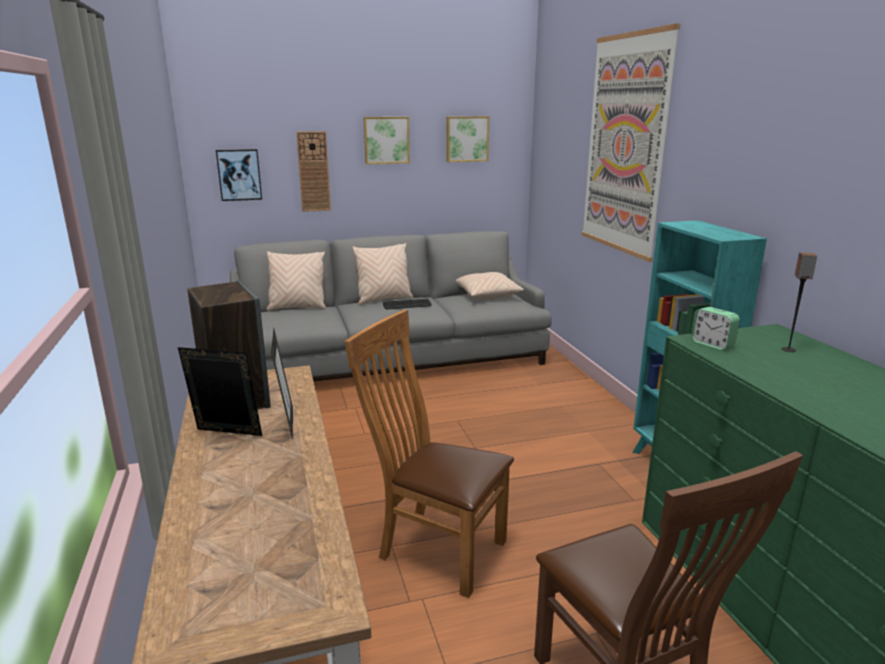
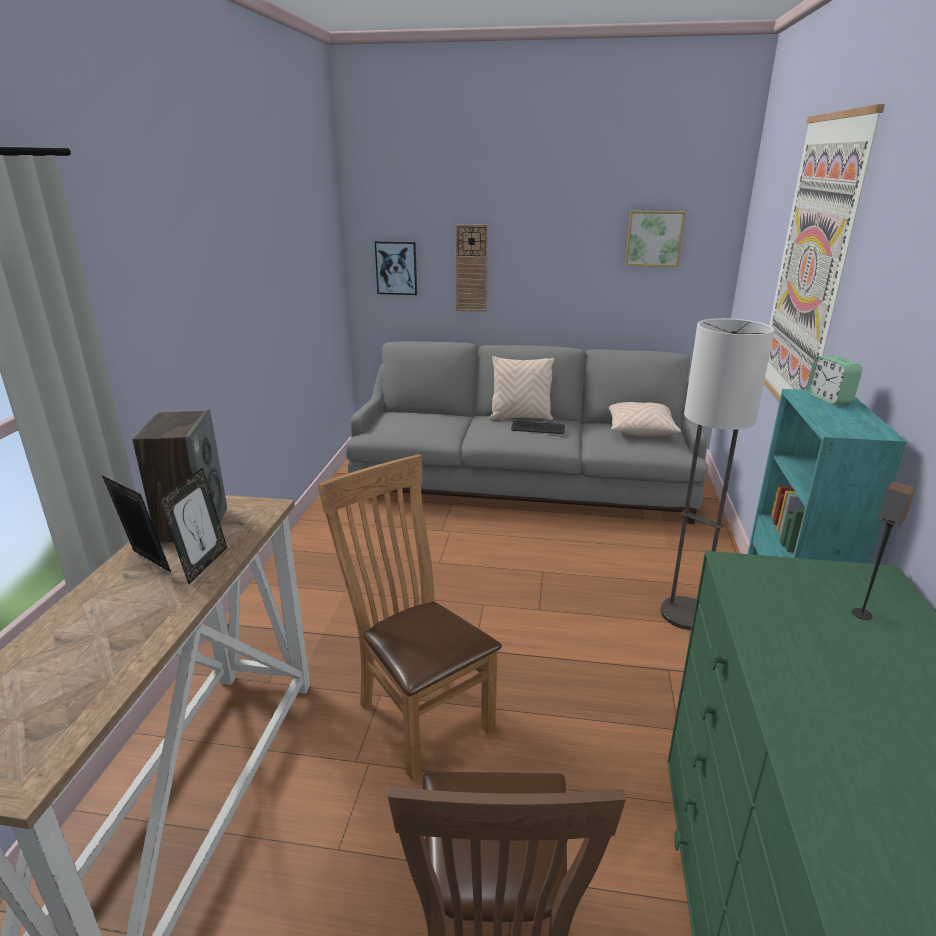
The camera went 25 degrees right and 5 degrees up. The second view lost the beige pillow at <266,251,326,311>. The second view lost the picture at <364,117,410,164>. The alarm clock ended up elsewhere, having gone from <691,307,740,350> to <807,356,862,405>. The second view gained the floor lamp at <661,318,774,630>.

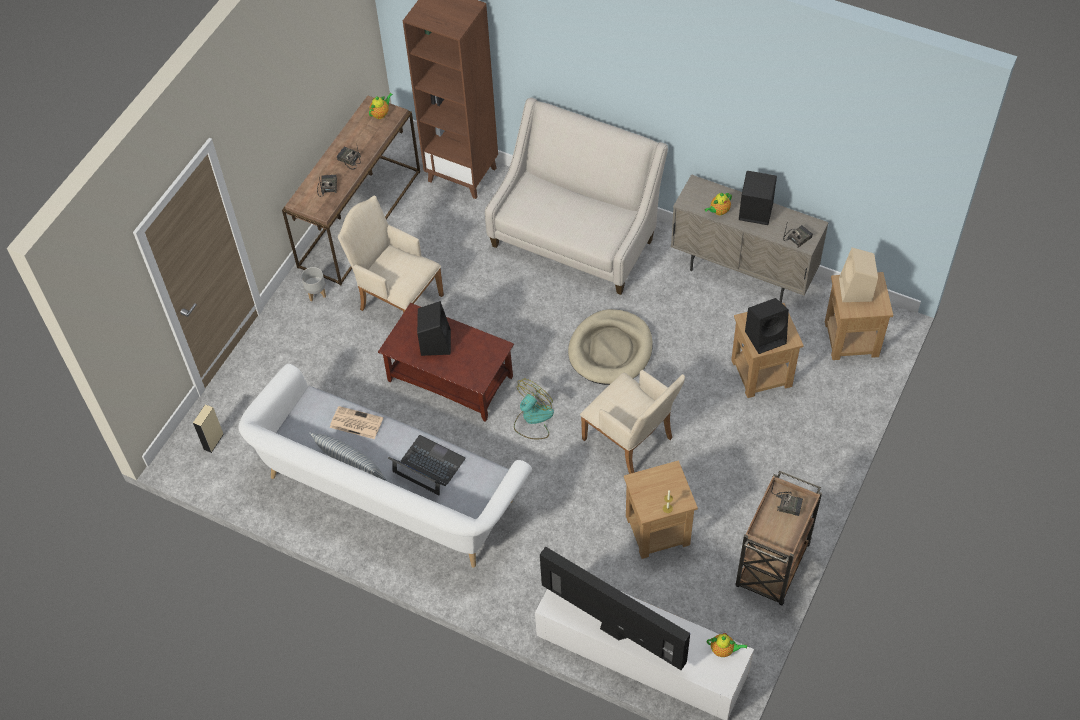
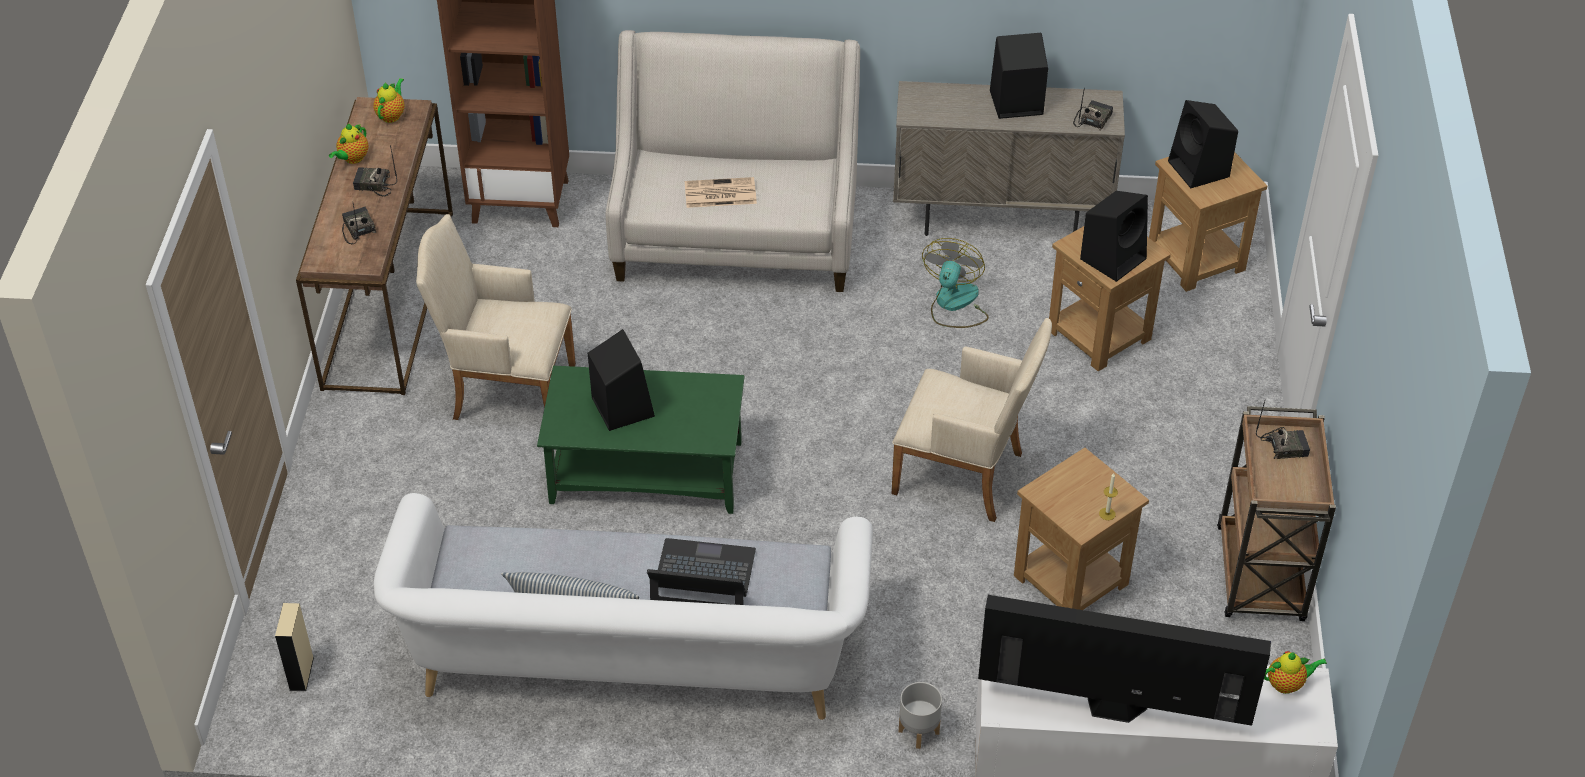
The camera went 25 degrees left and 10 degrees down. The grey planter ended up elsewhere, having gone from <301,267,326,301> to <899,682,942,749>. The newspaper ended up elsewhere, having gone from <330,406,383,439> to <685,177,757,208>. What was the brown coffee table at <378,303,514,422> turned into the green coffee table at <537,366,745,514>. The fan ended up elsewhere, having gone from <514,379,554,439> to <922,238,989,328>. The second view lost the beige dog bed at <568,309,653,385>. The teapot ended up elsewhere, having gone from <705,193,732,215> to <329,124,368,164>. What was the beige speaker at <839,248,878,302> turned into the black speaker at <1168,100,1238,188>.

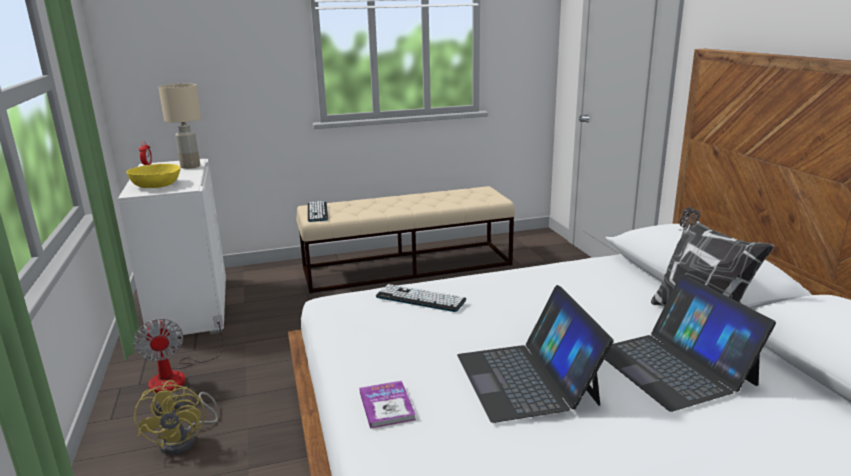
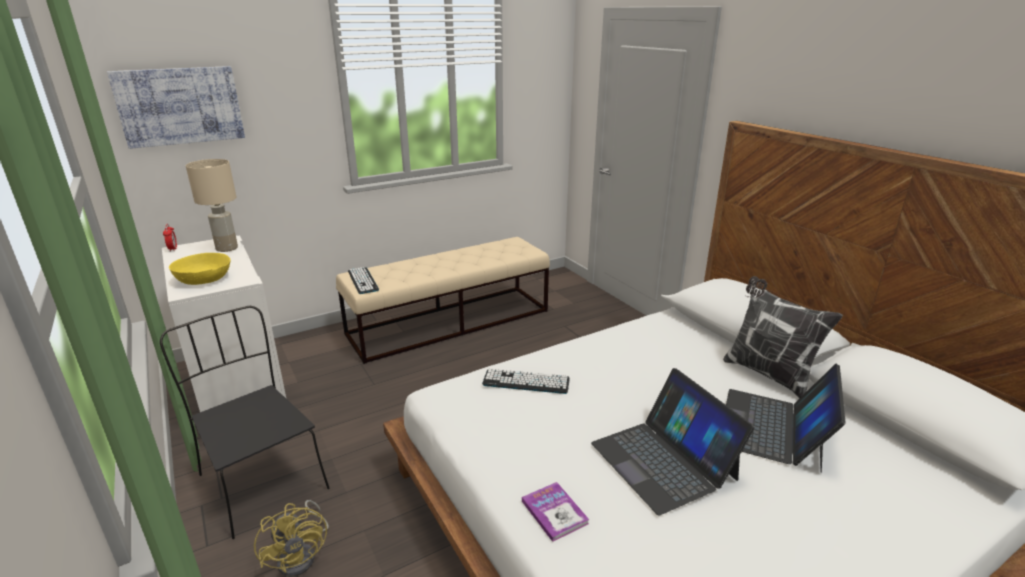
The camera went 15 degrees left and 5 degrees up. Where the fan stood at <133,315,223,393>, the black chair came to stand at <160,306,330,539>. The laptop at <605,274,776,412> ended up facing another way, 60 degrees clockwise from before. The second view gained the picture at <107,66,245,149>.

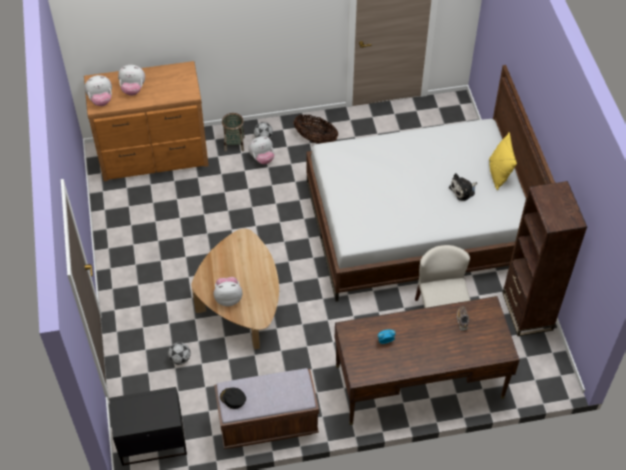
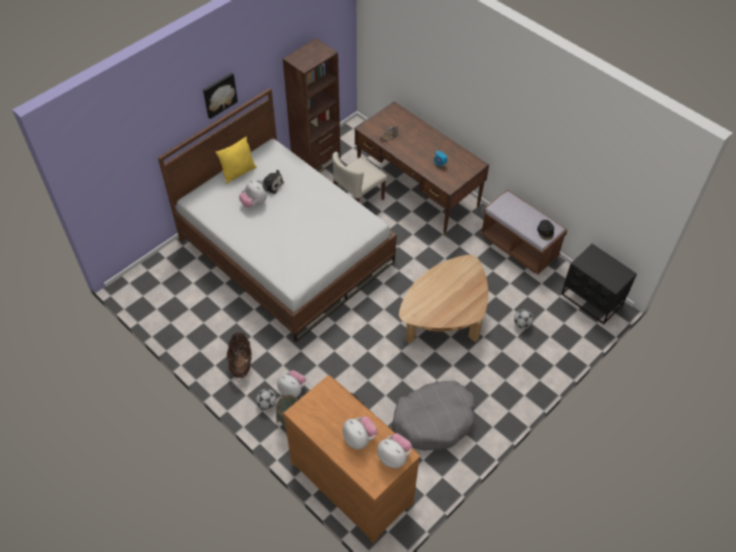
The camera went 125 degrees left and 0 degrees up. The plush toy ended up elsewhere, having gone from <214,277,242,306> to <239,180,267,207>. The second view gained the picture at <203,73,238,119>. The second view gained the grey dog bed at <392,381,475,450>.

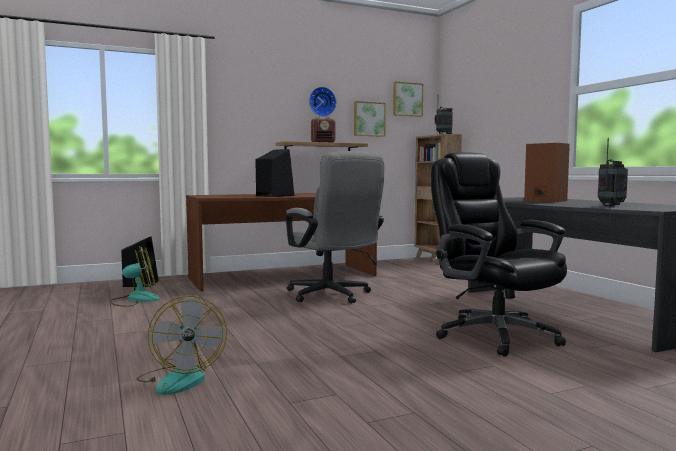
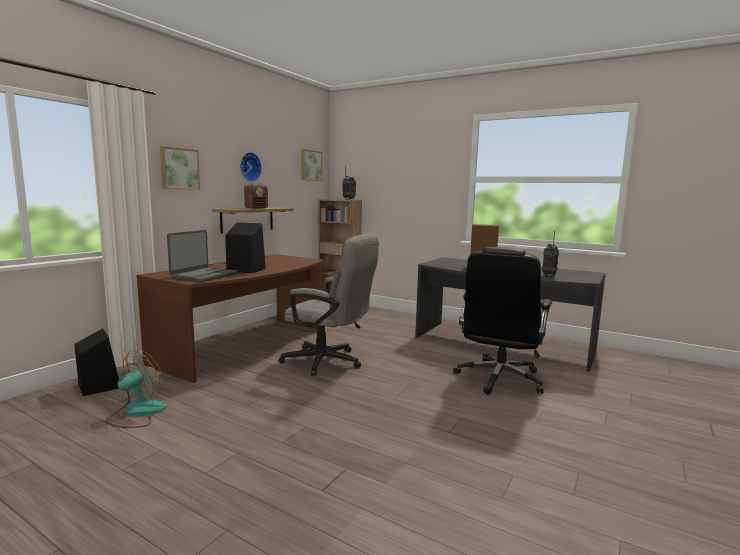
The camera went 35 degrees left and 5 degrees up. The second view lost the fan at <137,296,227,395>. The picture ended up elsewhere, having gone from <354,101,386,137> to <160,146,200,190>. The black office chair at <431,152,567,357> ended up facing another way, 90 degrees counterclockwise from before. The second view gained the laptop at <167,230,239,282>.

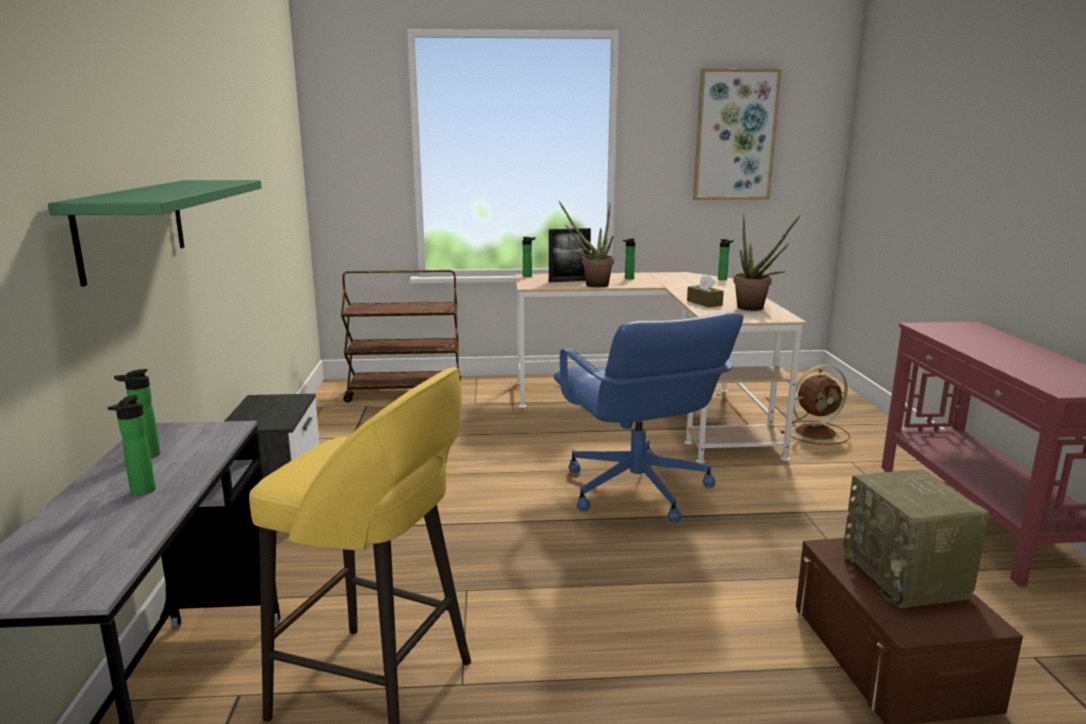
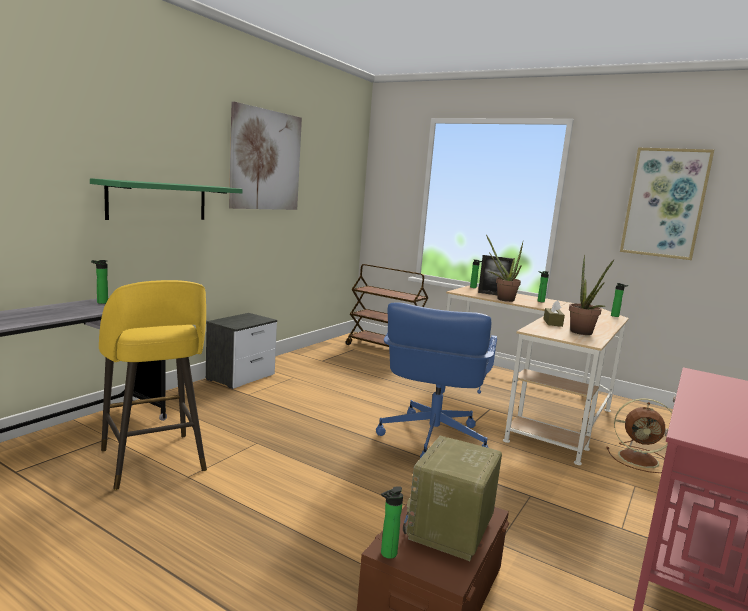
The camera went 35 degrees right and 5 degrees down. The bottle ended up elsewhere, having gone from <107,395,156,495> to <381,487,403,559>. The second view gained the picture at <229,101,302,210>.

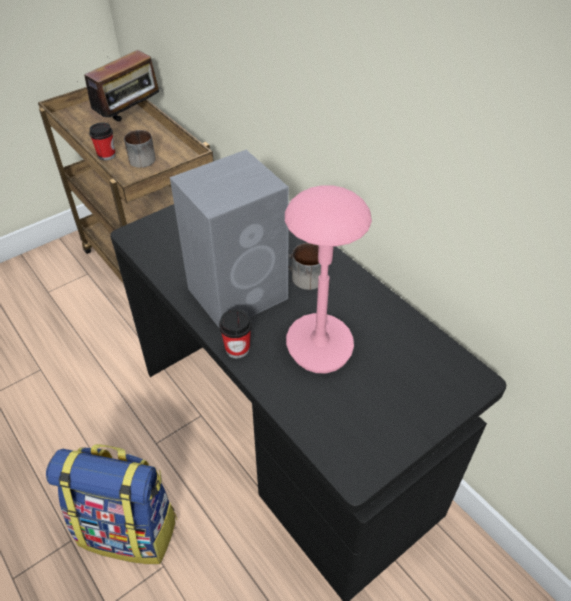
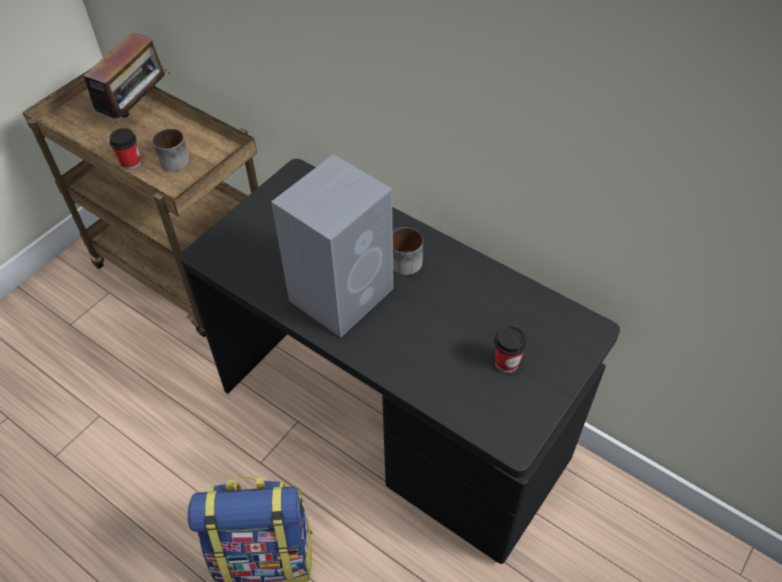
The camera went 15 degrees left and 5 degrees up. The cup ended up elsewhere, having gone from <219,309,252,358> to <494,325,528,373>. The second view lost the pink table lamp at <285,185,372,373>.

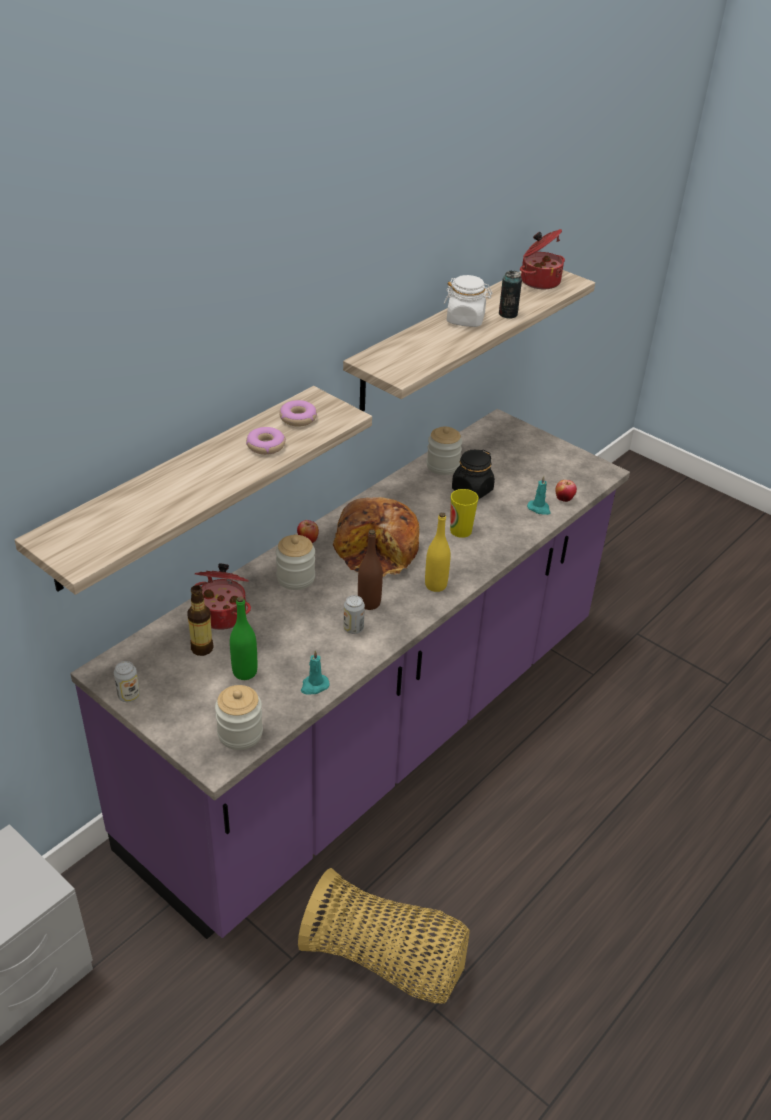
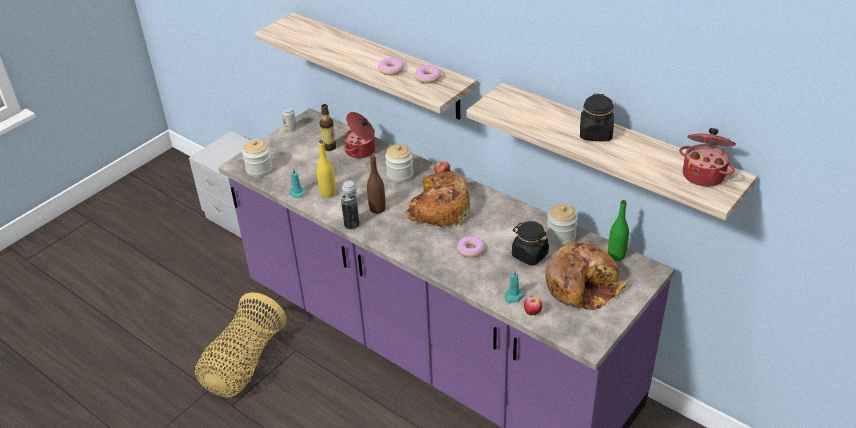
The camera went 90 degrees right and 0 degrees up. The green bottle ended up elsewhere, having gone from <230,596,257,680> to <608,200,629,261>. The yellow bottle ended up elsewhere, having gone from <425,513,451,592> to <317,140,336,198>. What was the white jar at <444,275,492,327> turned into the black jar at <580,94,614,141>. Where the cup stood at <450,489,479,538>, the donut came to stand at <457,236,484,258>. The can ended up elsewhere, having gone from <499,271,522,319> to <341,194,359,229>. The second view gained the bread at <545,242,626,311>.

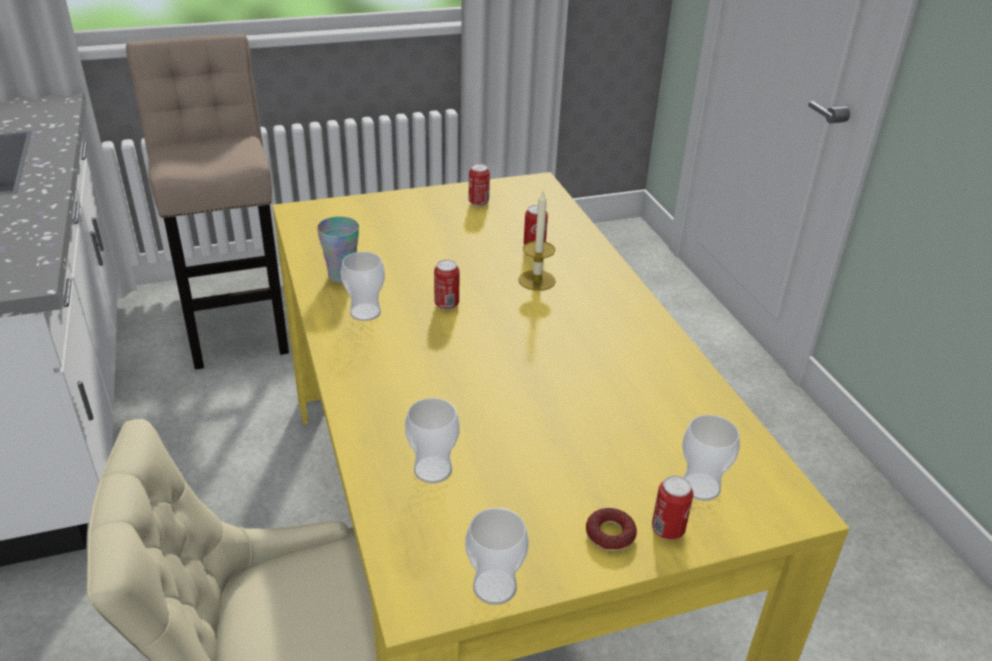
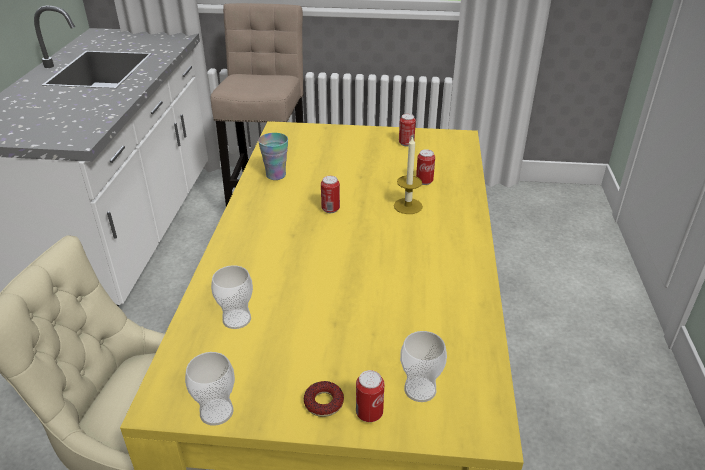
The camera went 25 degrees right and 0 degrees up. The second view lost the cup at <341,252,385,321>.

